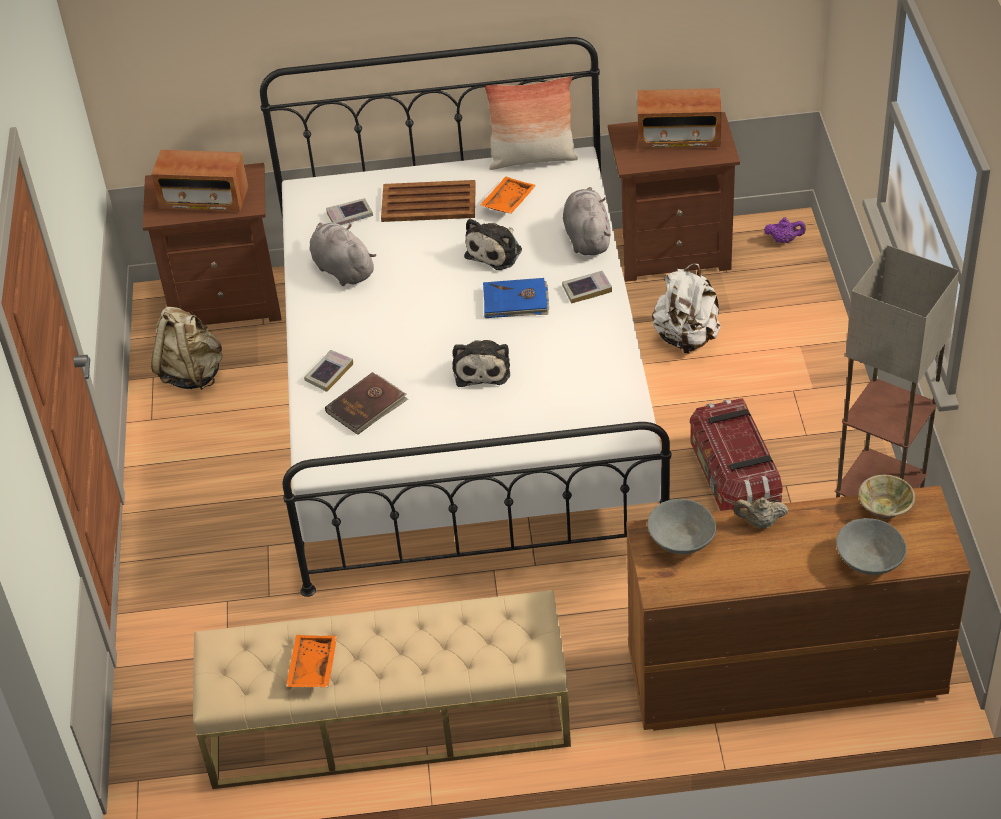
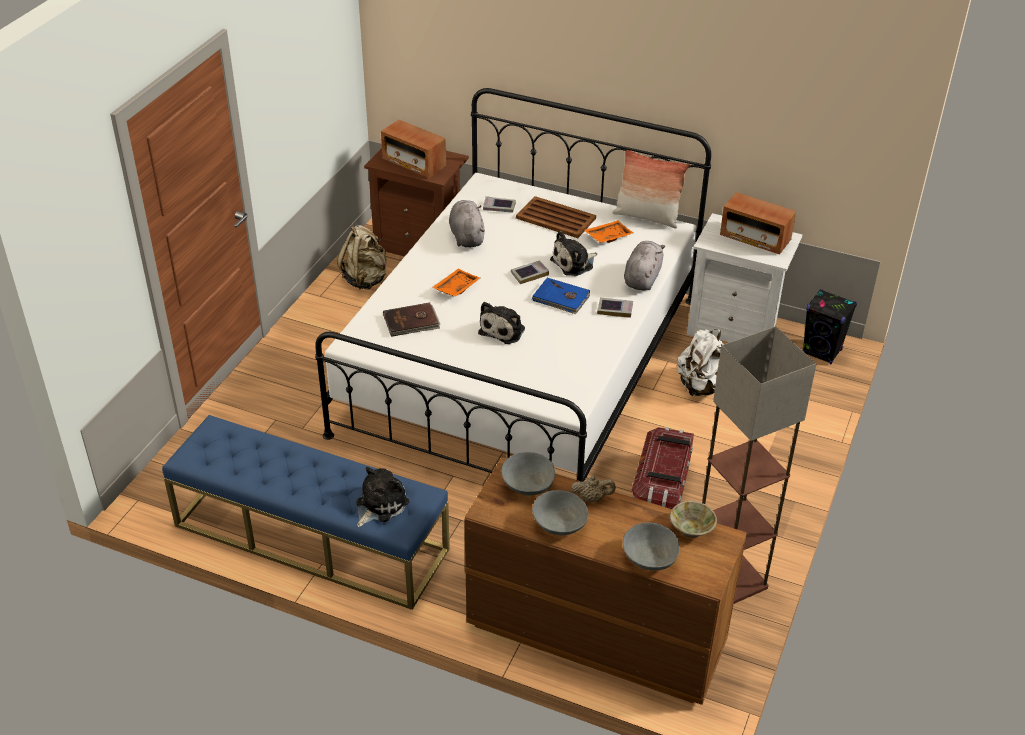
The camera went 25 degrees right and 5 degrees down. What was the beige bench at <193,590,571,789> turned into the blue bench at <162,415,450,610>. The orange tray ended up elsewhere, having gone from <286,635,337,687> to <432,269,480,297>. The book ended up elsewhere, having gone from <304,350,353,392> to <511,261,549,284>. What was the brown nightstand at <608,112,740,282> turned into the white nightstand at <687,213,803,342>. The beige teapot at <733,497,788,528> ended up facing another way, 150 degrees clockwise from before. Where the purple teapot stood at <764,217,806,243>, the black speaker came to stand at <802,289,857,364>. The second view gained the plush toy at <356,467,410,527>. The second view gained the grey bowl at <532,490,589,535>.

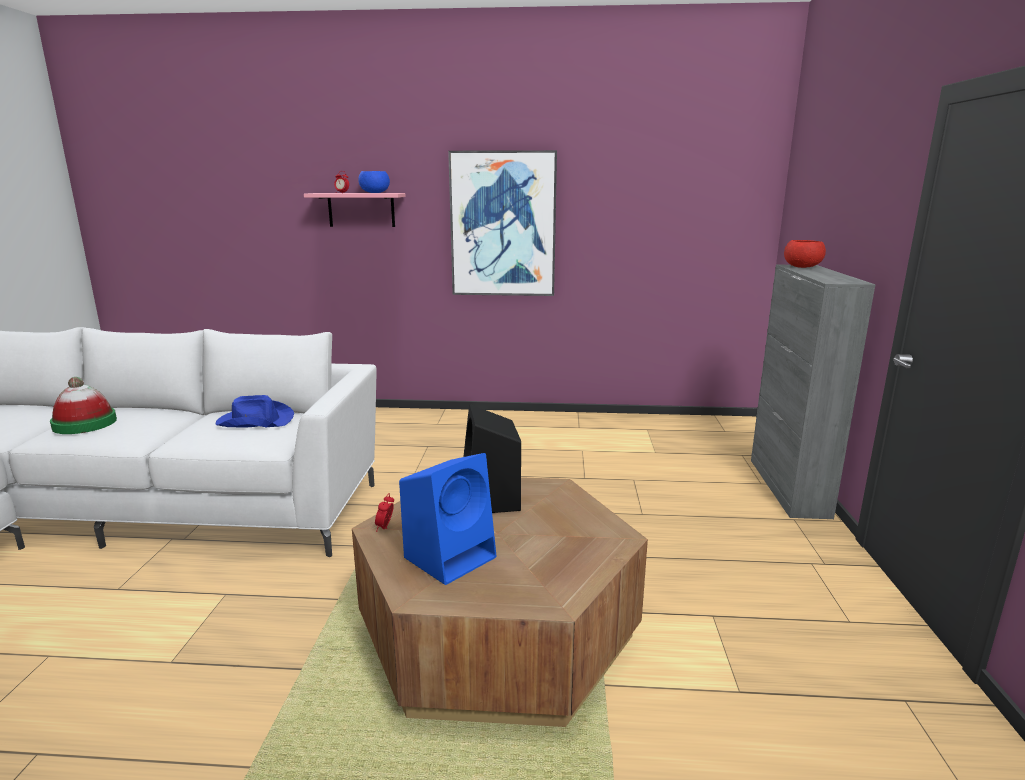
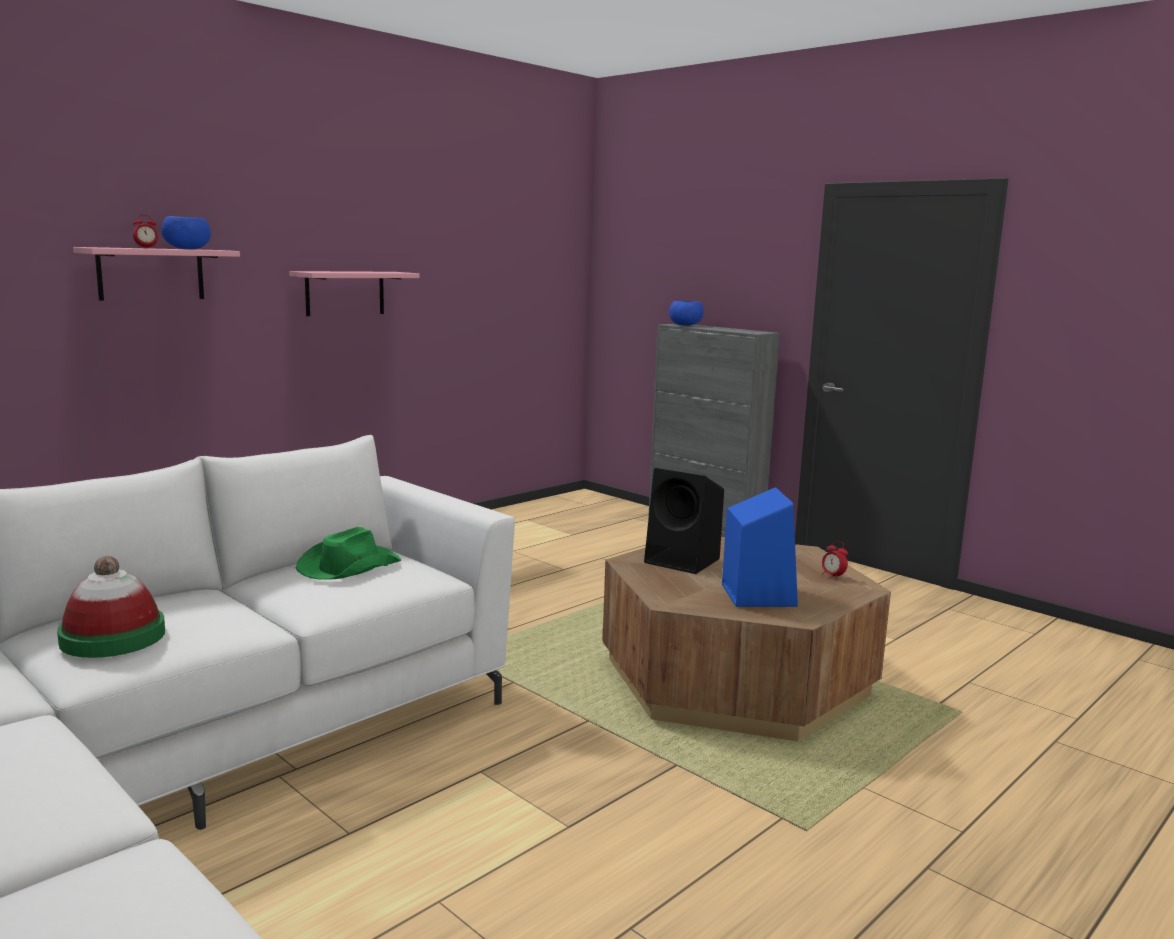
The camera went 50 degrees left and 5 degrees down. What was the blue hat at <216,395,294,428> turned into the green hat at <296,527,401,580>. The alarm clock ended up elsewhere, having gone from <375,493,394,532> to <822,541,848,580>. Where the picture hung at <448,150,557,296>, the pink shelf came to hang at <289,271,419,316>. What was the red bowl at <784,240,826,268> turned into the blue bowl at <669,301,704,326>.

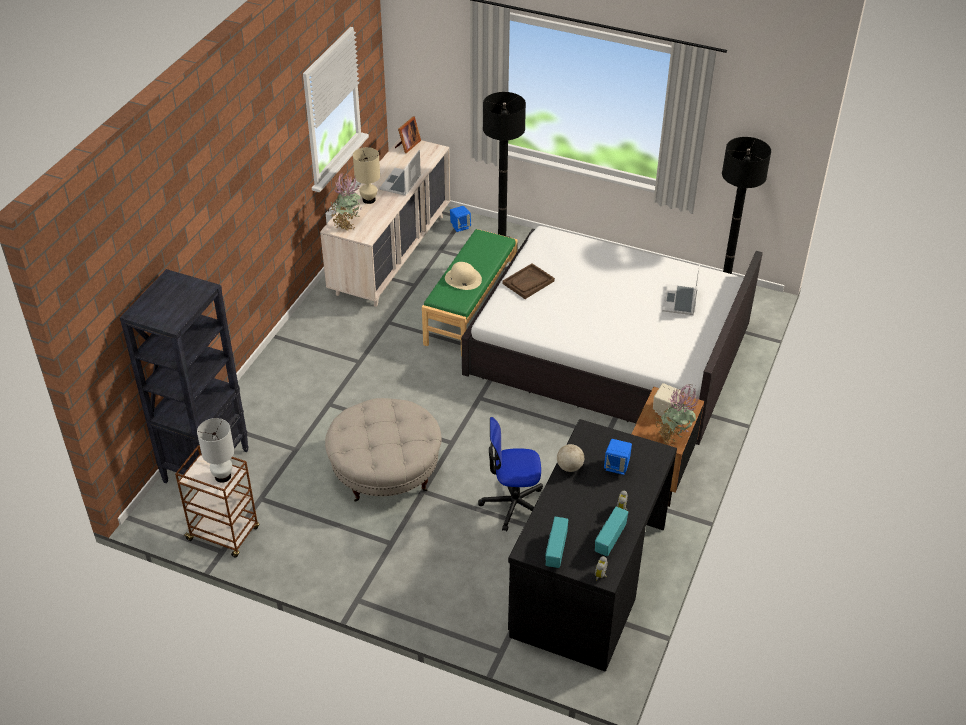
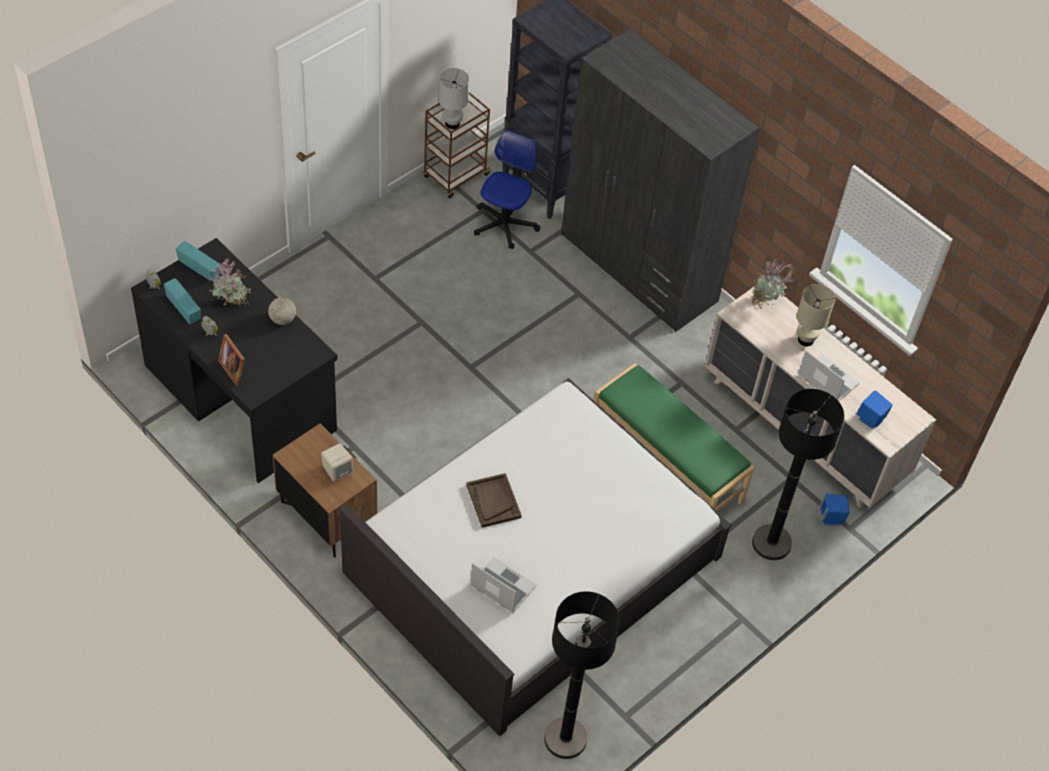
The camera went 110 degrees right and 10 degrees up. The second view lost the beige ottoman at <325,398,442,502>. The picture frame ended up elsewhere, having gone from <395,116,421,153> to <218,334,245,386>. The second view lost the beige hat at <445,262,482,290>. The office chair ended up elsewhere, having gone from <478,417,543,531> to <474,130,540,249>. The brown tray ended up elsewhere, having gone from <502,263,555,299> to <466,473,522,528>. The blue speaker ended up elsewhere, having gone from <604,439,632,475> to <857,390,893,428>. The potted plant ended up elsewhere, having gone from <654,384,699,445> to <210,258,251,311>. The second view gained the grey wardrobe at <561,29,760,332>.

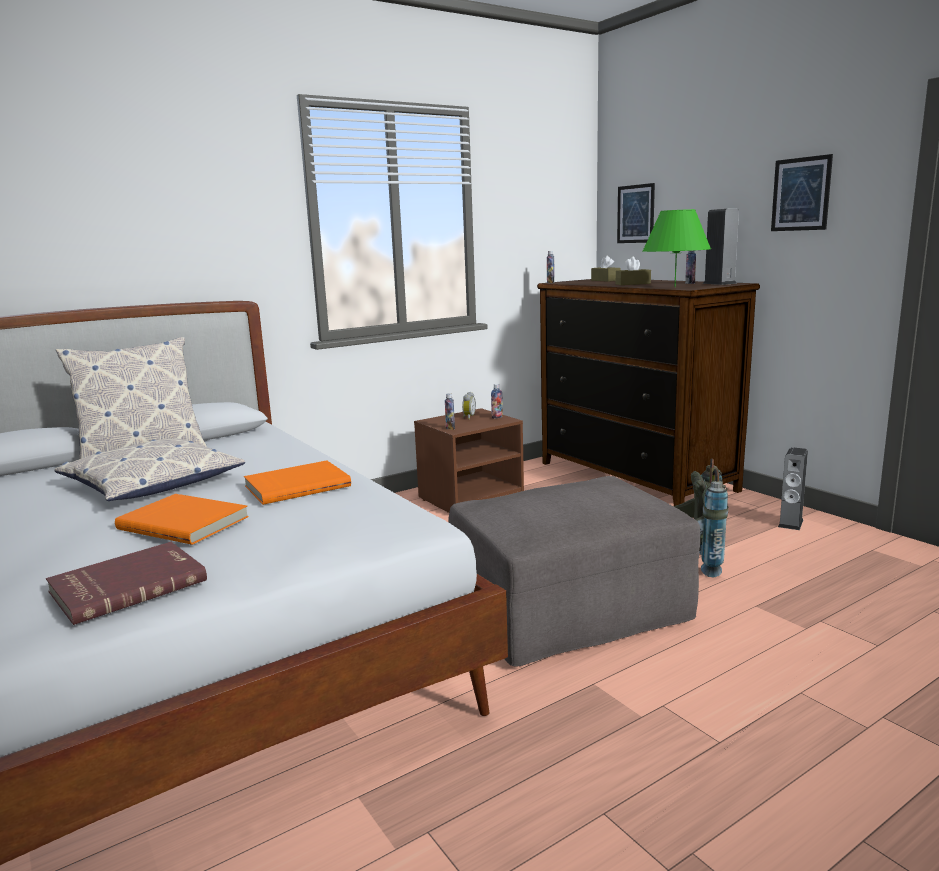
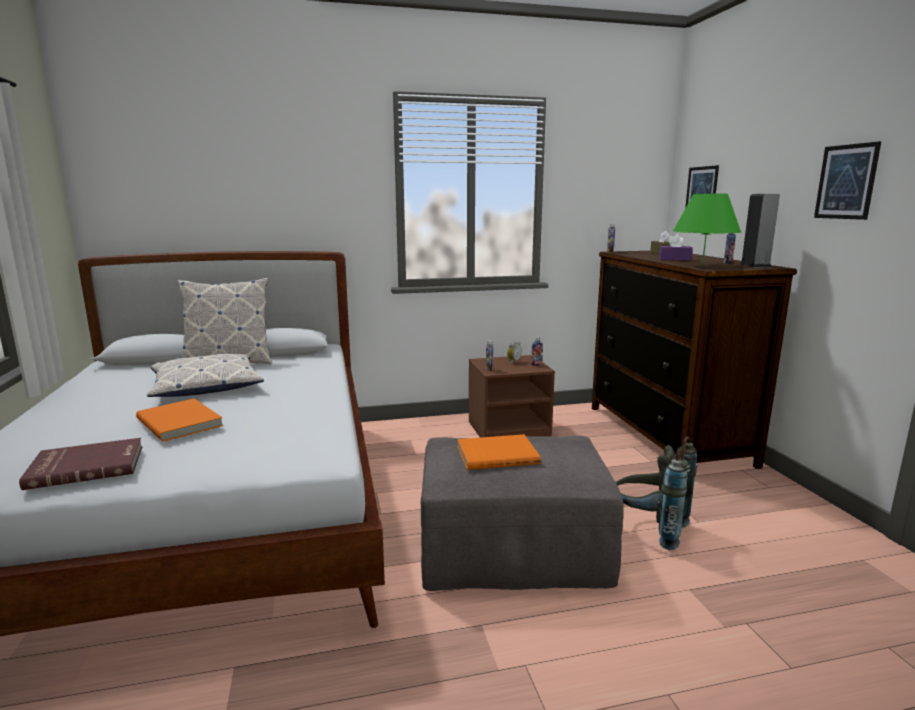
The camera went 20 degrees right and 0 degrees up. The orange book ended up elsewhere, having gone from <244,460,351,505> to <457,434,541,470>. What was the brown tissue box at <616,257,651,285> turned into the purple tissue box at <659,234,693,261>. The second view lost the speaker at <778,447,808,530>.

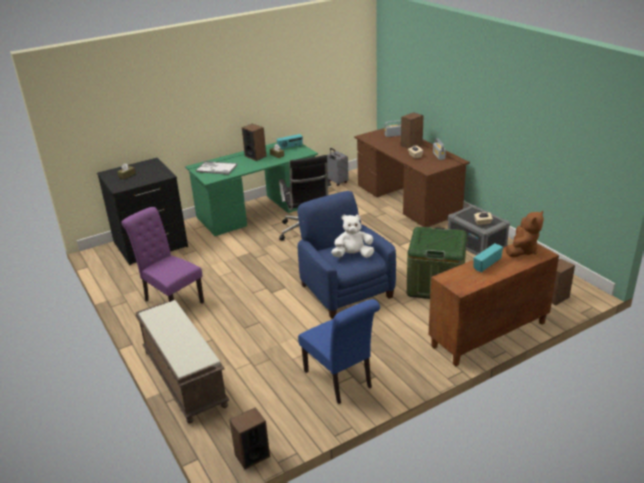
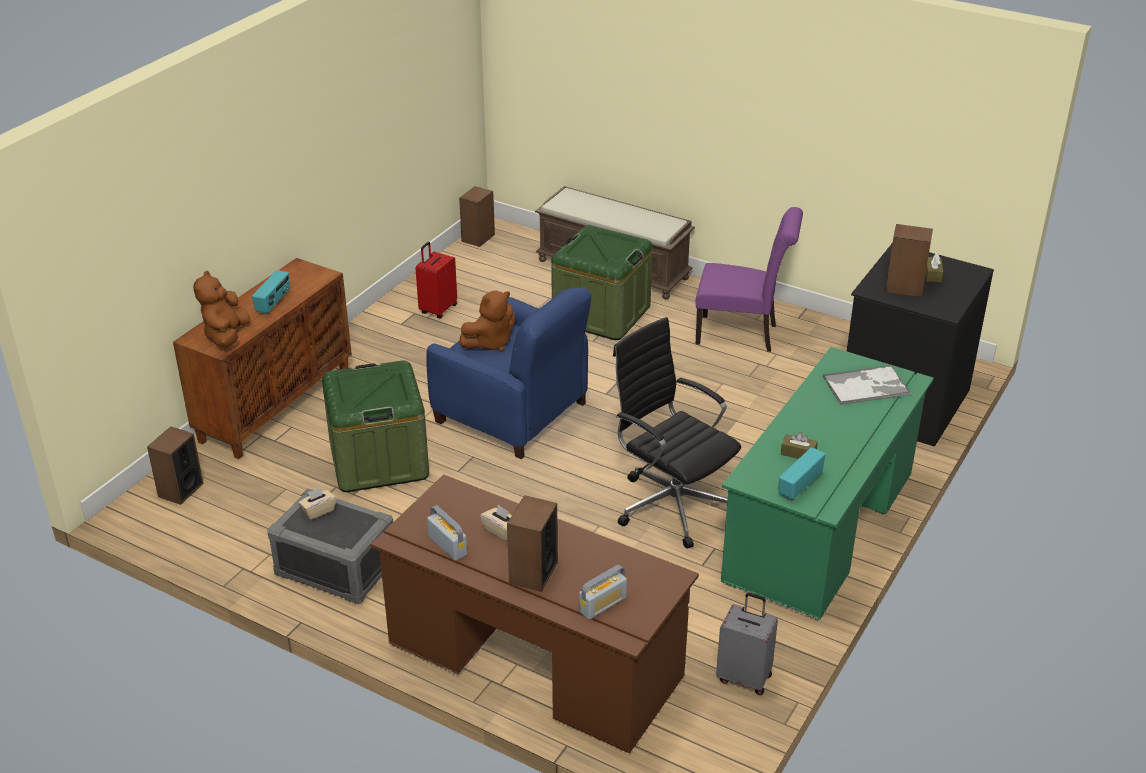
The camera went 150 degrees right and 5 degrees up. The speaker ended up elsewhere, having gone from <242,124,267,161> to <885,224,933,297>. Where the blue chair stood at <298,299,380,404>, the red suitcase came to stand at <416,242,457,318>. What was the white plush toy at <331,214,374,258> turned into the brown plush toy at <459,291,515,352>. The second view gained the green storage box at <551,225,653,340>.

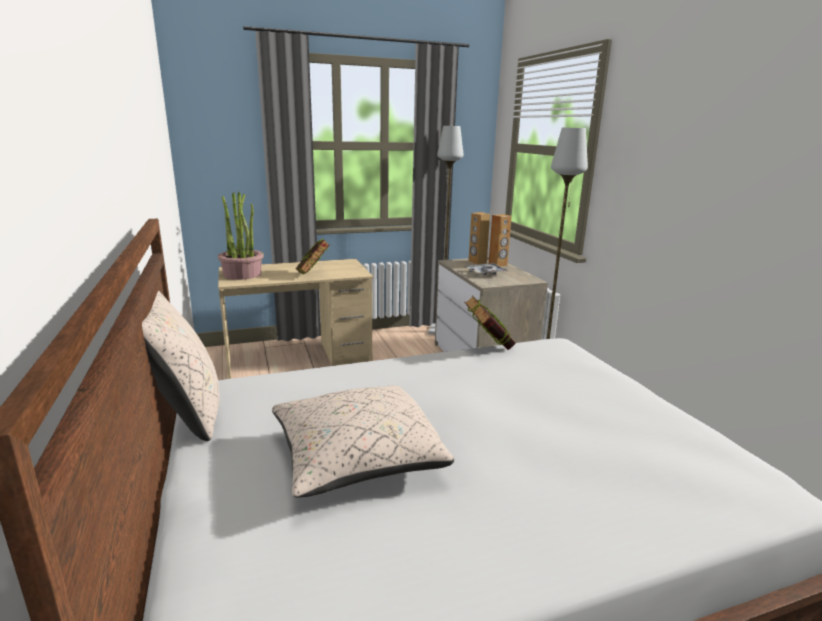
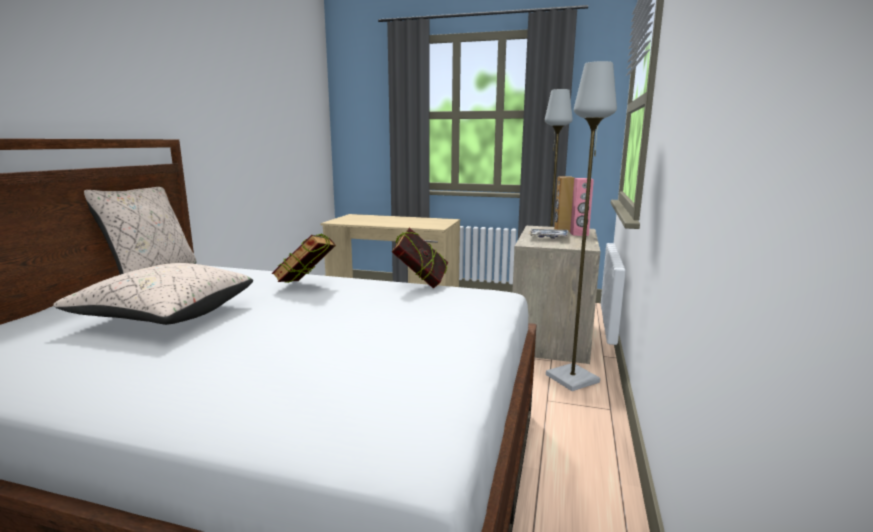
The camera went 35 degrees right and 5 degrees down. The second view lost the potted plant at <218,192,264,280>. The book ended up elsewhere, having gone from <295,239,330,274> to <271,233,336,283>. What was the brown speaker at <489,214,512,267> turned into the pink speaker at <570,178,594,236>.

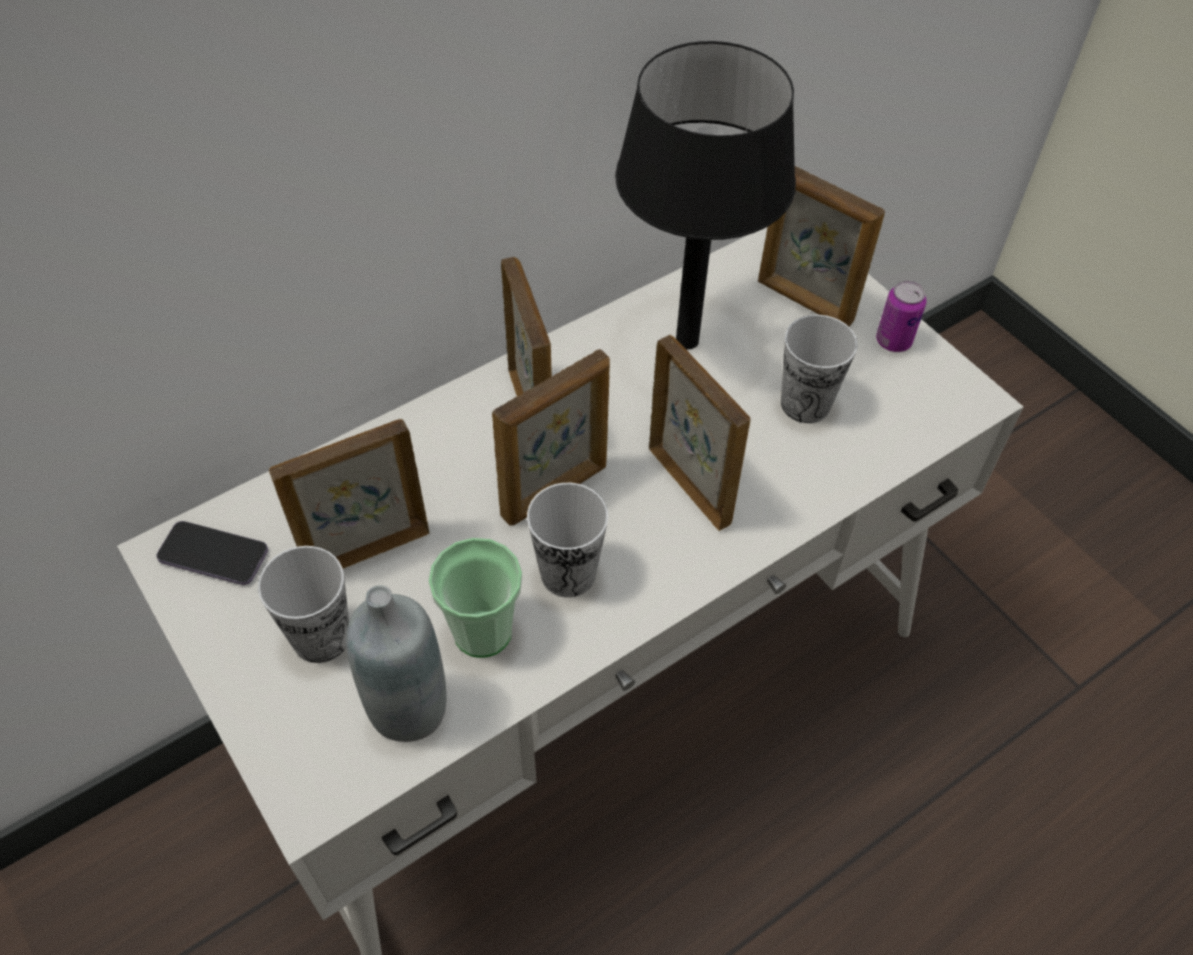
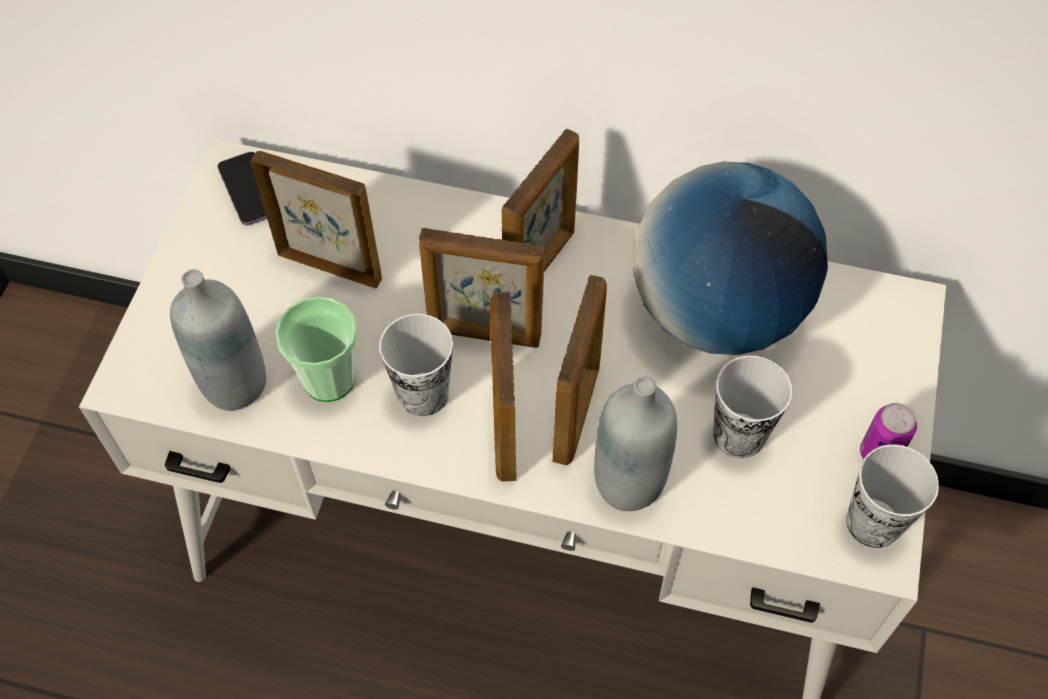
The camera went 50 degrees right and 5 degrees up. The cup ended up elsewhere, having gone from <258,546,349,663> to <846,444,939,548>. Where the black table lamp stood at <615,41,796,350>, the globe came to stand at <633,162,828,355>. The picture frame ended up elsewhere, having gone from <758,166,885,326> to <490,292,516,482>. The second view gained the grey bottle at <594,376,677,511>.

